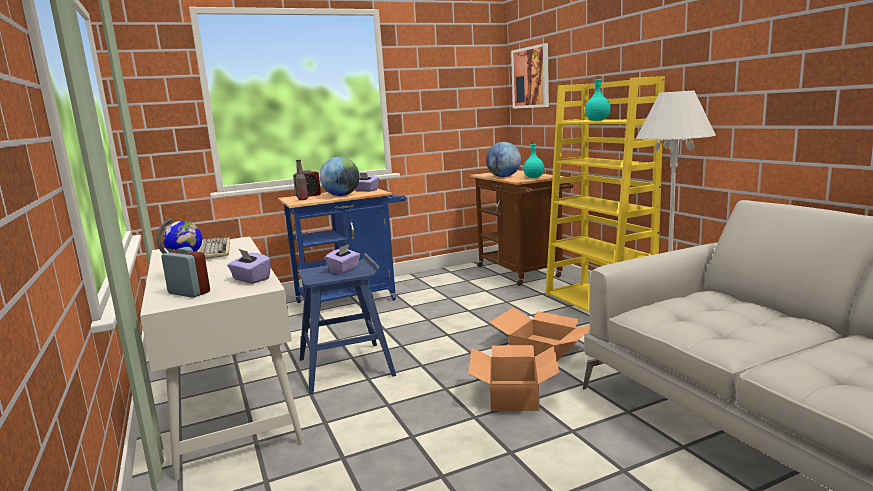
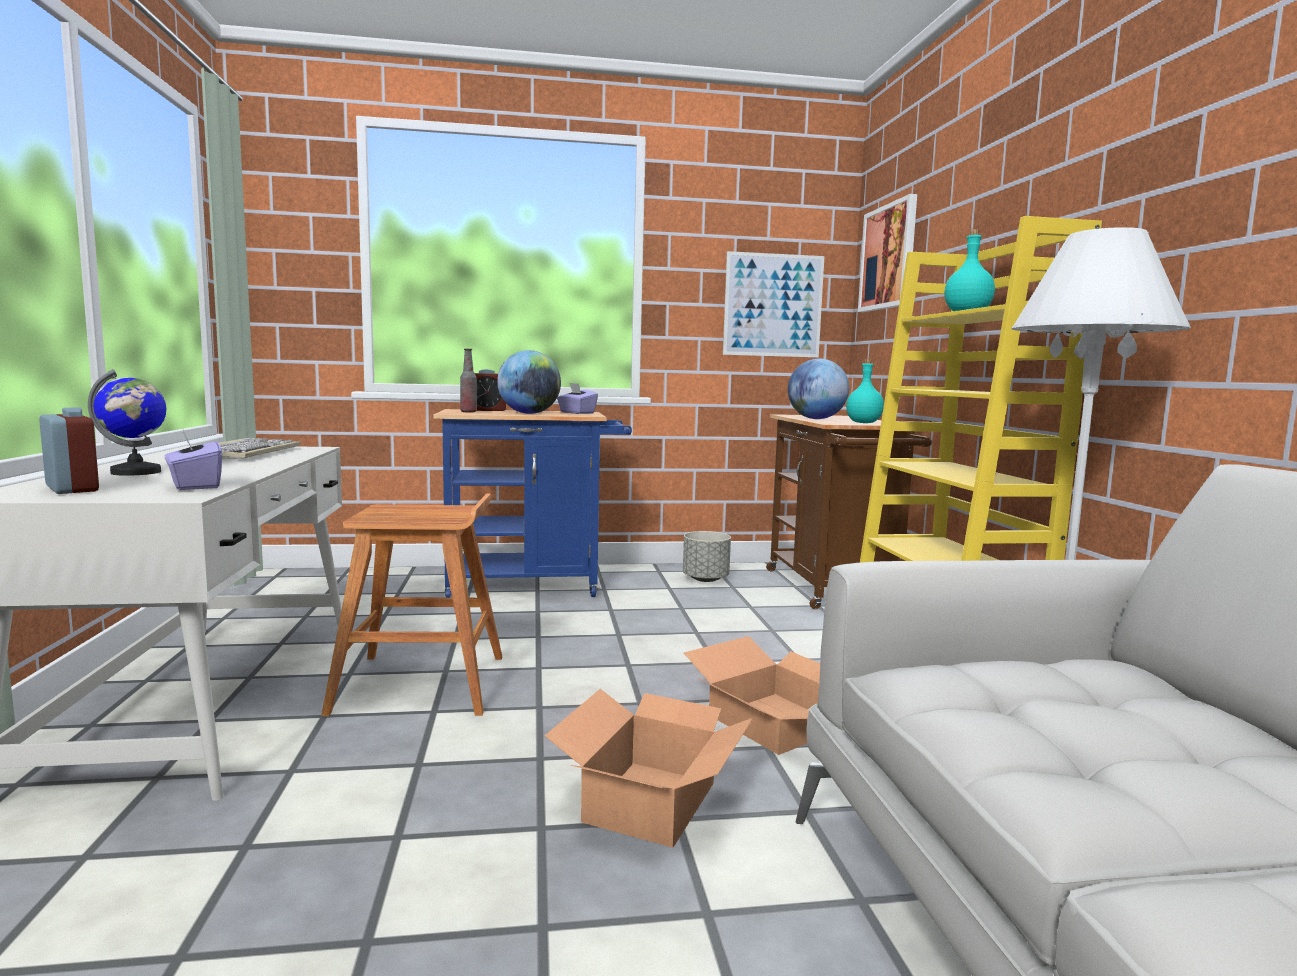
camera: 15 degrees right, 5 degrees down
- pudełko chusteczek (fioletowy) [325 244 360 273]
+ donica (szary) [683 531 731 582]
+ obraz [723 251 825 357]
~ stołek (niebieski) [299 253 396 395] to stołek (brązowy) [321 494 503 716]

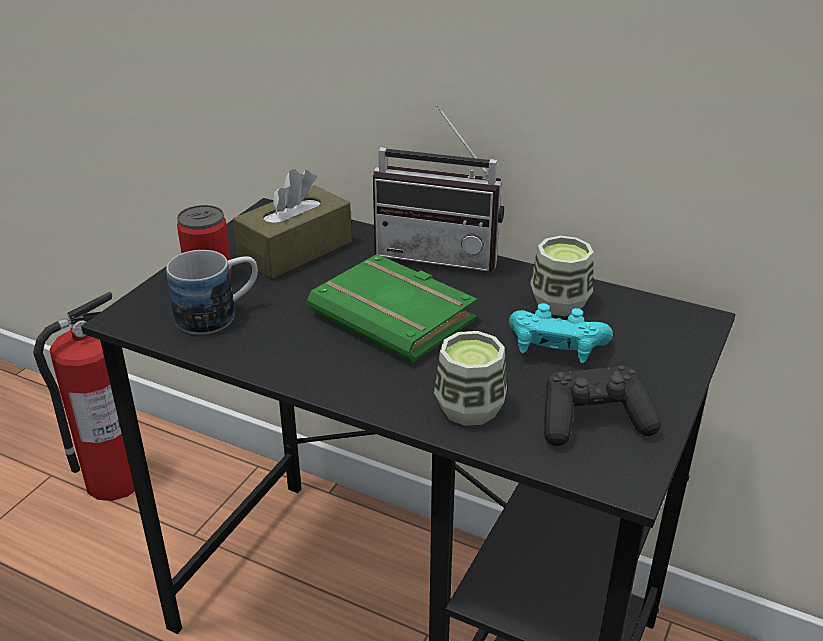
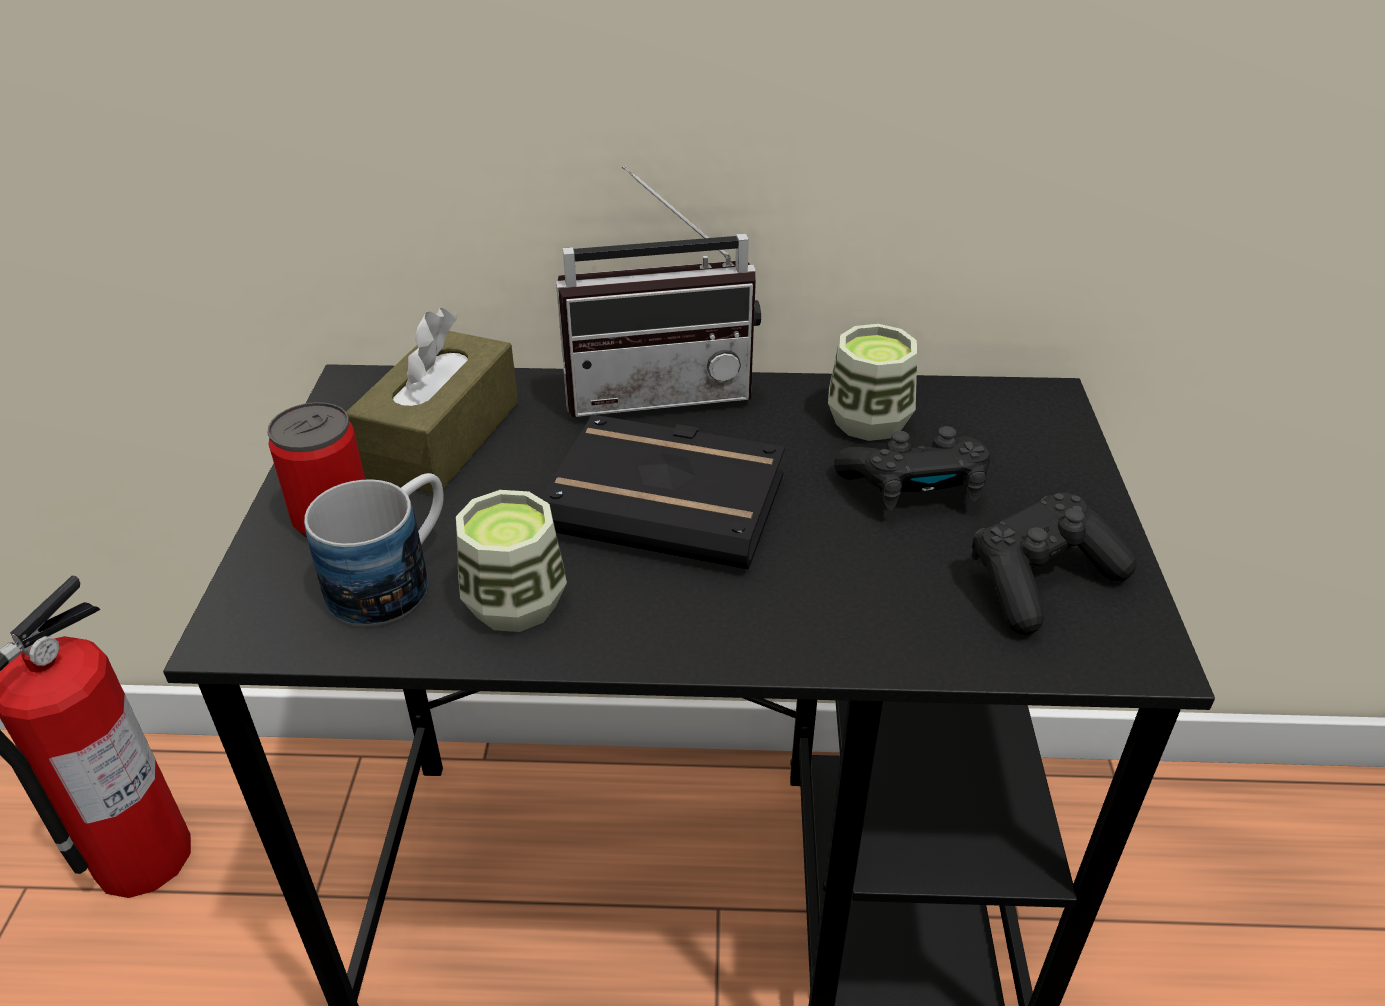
camera: 25 degrees left, 5 degrees up
~ filiżanka [434 331 507 426] to [456 490 567 632]
~ książka (zielony) [307 254 477 363] to książka (czarny) [540 414 785 569]
~ pad do gier (turkusowy) [509 303 613 363] to pad do gier (czarny) [834 426 990 510]

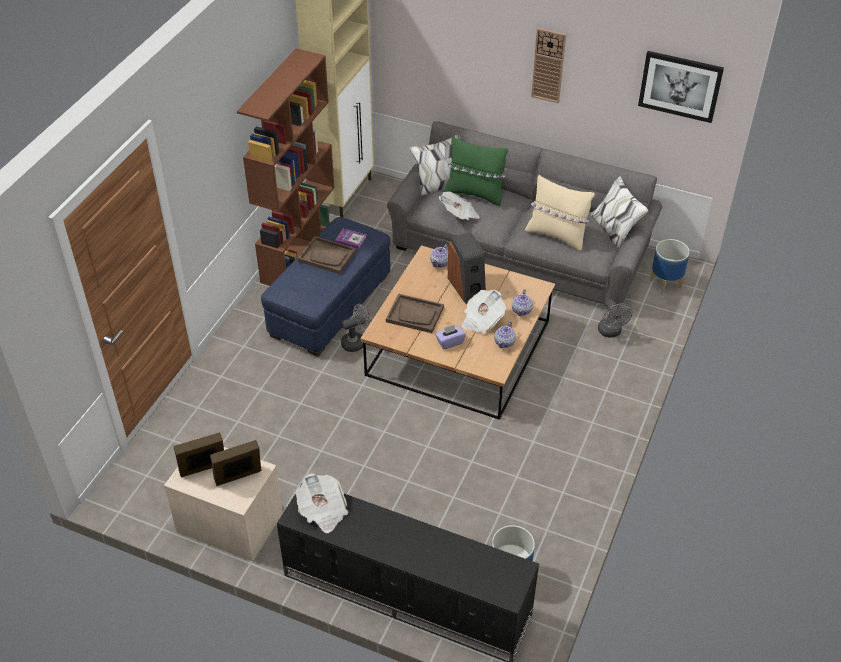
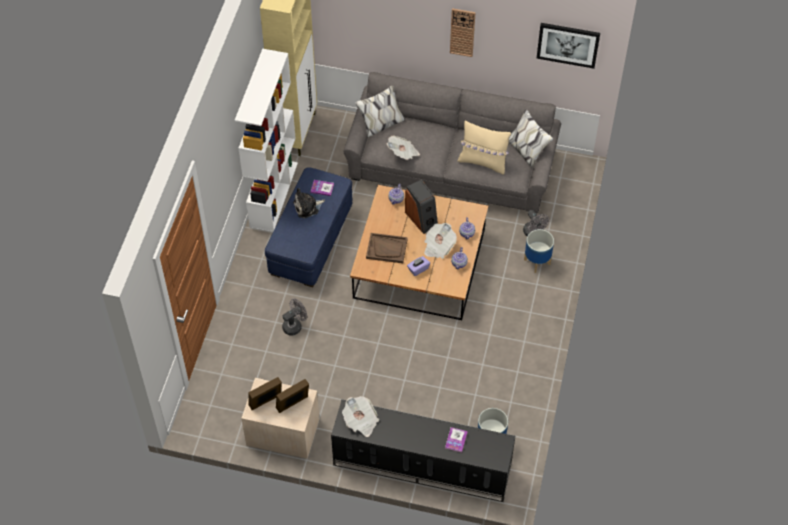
camera: 10 degrees left, 10 degrees up
- poduszka (zielony) [444 136 508 206]
+ książka [445 427 468 452]
~ wentylator (szary) [341 304 372 352] to [282 299 307 336]
~ donica [649 239 690 295] to [524 229 554 273]
~ taca (brązowy) [298 236 356 274] to pluszak [293 188 325 218]
~ regał (brązowy) [237 48 335 286] to regał (biały) [235 49 298 232]

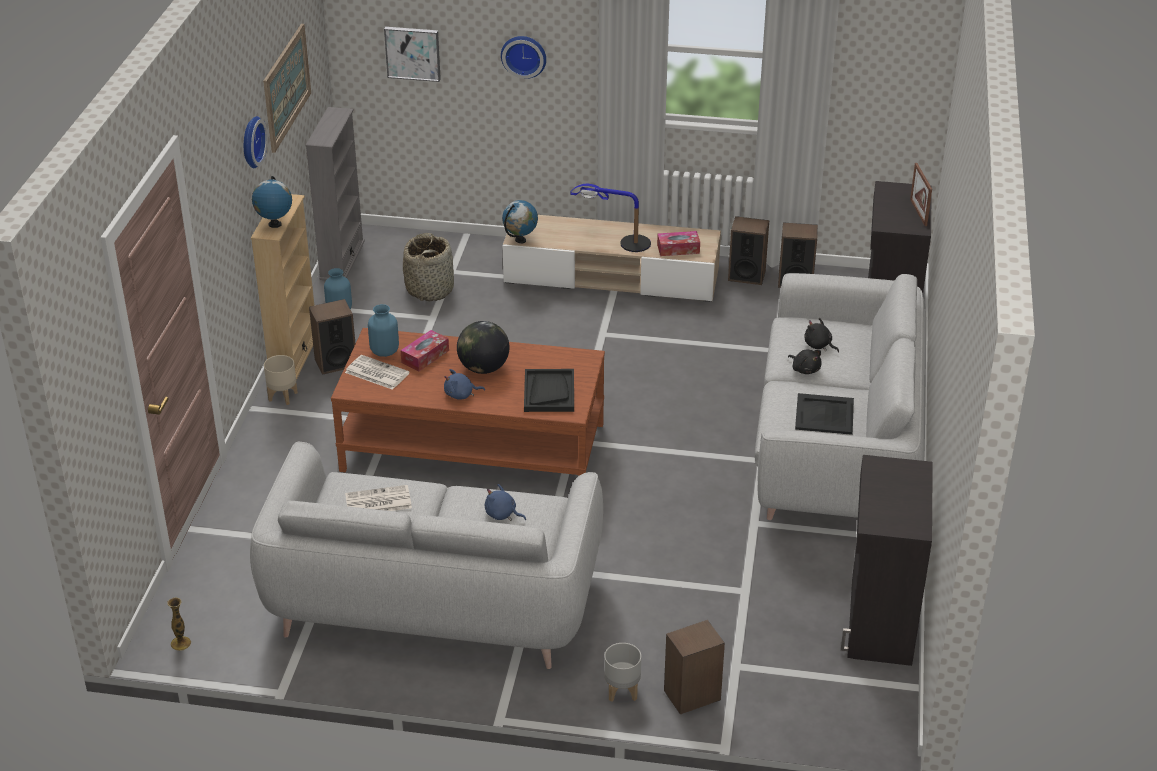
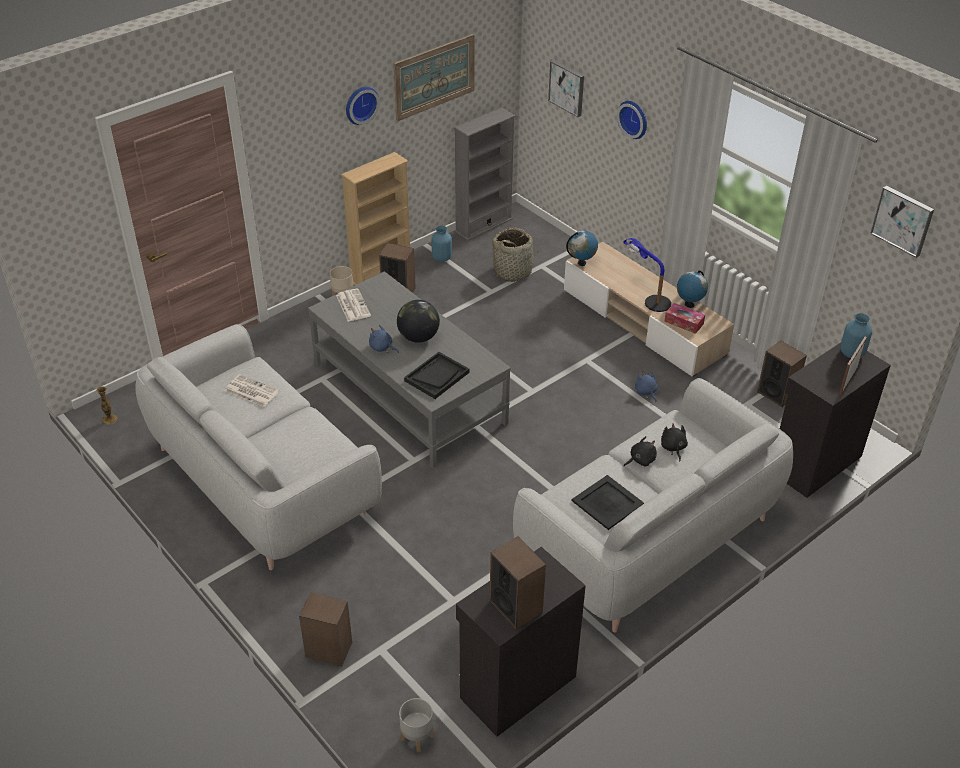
camera: 40 degrees right, 5 degrees up
- pudełko chusteczek [400 330 449 371]
+ obraz [870 186 934 258]
~ globus [252 176 292 228] to [677 270 708 308]
~ wazon (niebieski) [368 304 399 357] to [840 313 872 358]
~ pluszak (niebieski) [485 484 526 521] to [635 371 658 402]
~ donica (szary) [604 643 641 702] to [399 698 434 752]
~ głośnik [728 216 769 285] to [490 536 546 629]
~ ława (brązowy) [331 328 605 476] to ława (szary) [308 271 511 468]
~ pluszak (czarny) [788 349 822 374] = [624 436 657 466] 120 degrees counterclockwise

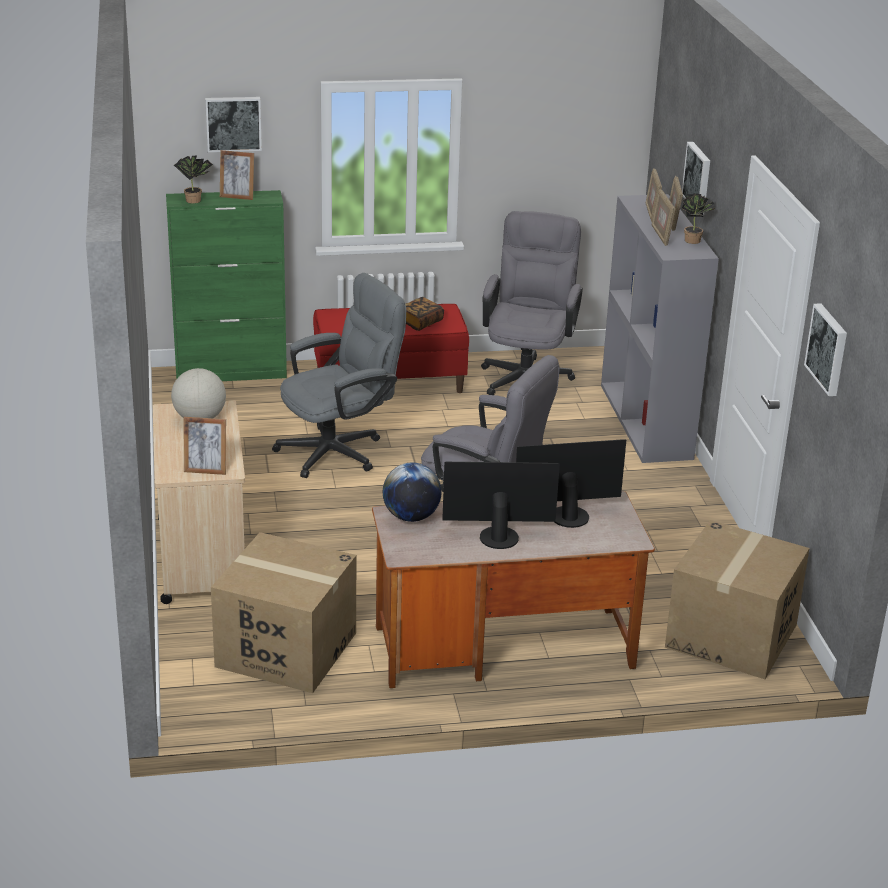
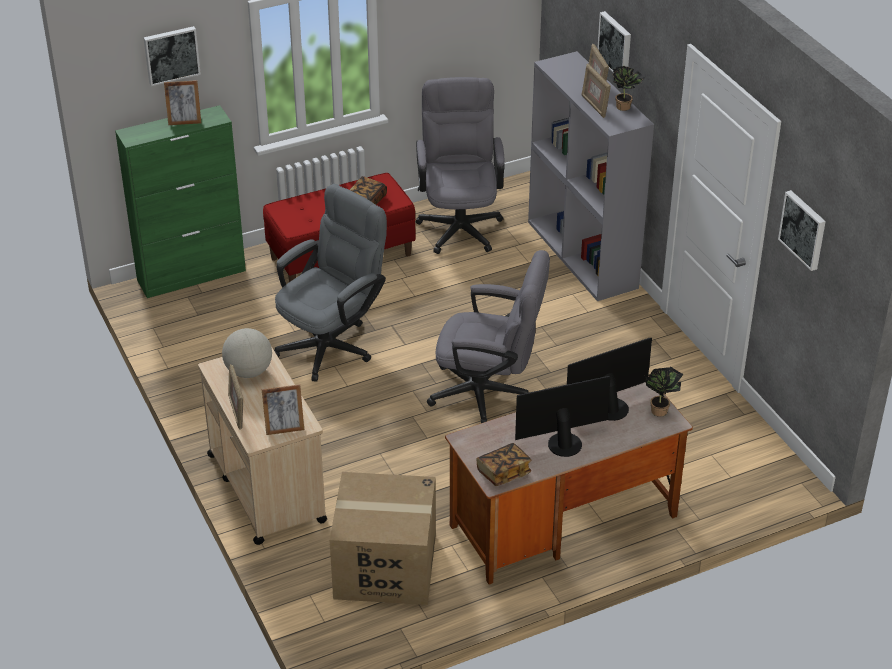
camera: 15 degrees left, 10 degrees up
- globus [383 463 442 522]
- karton [665 520 809 679]
+ książka [476 443 531 486]
~ roślina doniczkowa [174 156 213 204] to [645 367 684 417]
~ ramka na zdjęcie [646 169 662 222] to [228 364 243 430]

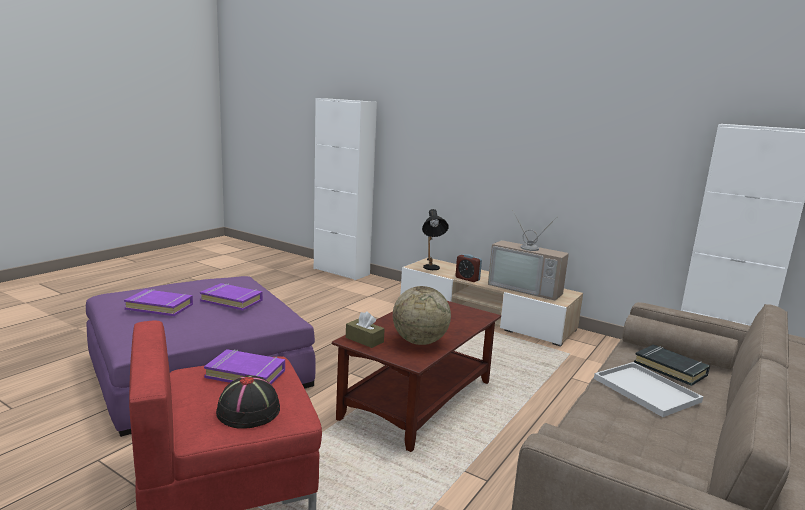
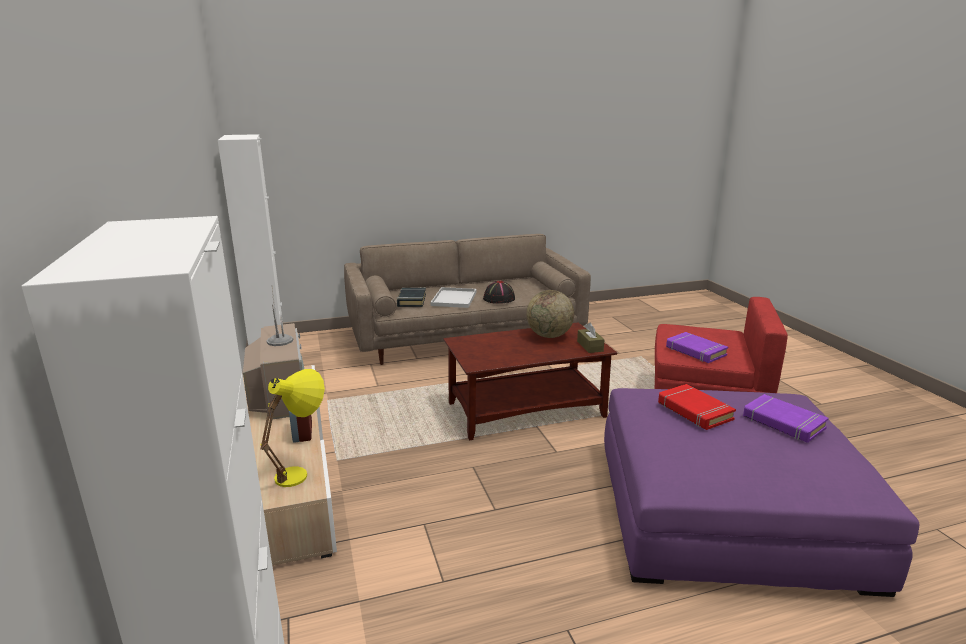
camera: 140 degrees left, 5 degrees up
~ kapelusz (czarny) [216 375 280 429] to [483 281 515 304]
~ książka (fioletowy) [200 283 263 310] to książka (czerwony) [658 384 736 430]
~ lampa stołowa (czarny) [422 209 448 270] to lampa stołowa (żółty) [260 369 325 487]

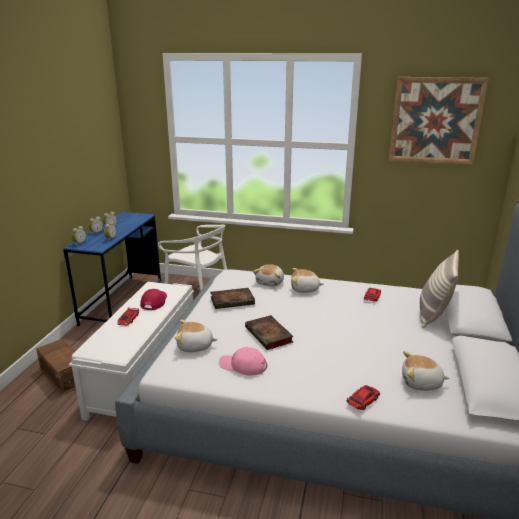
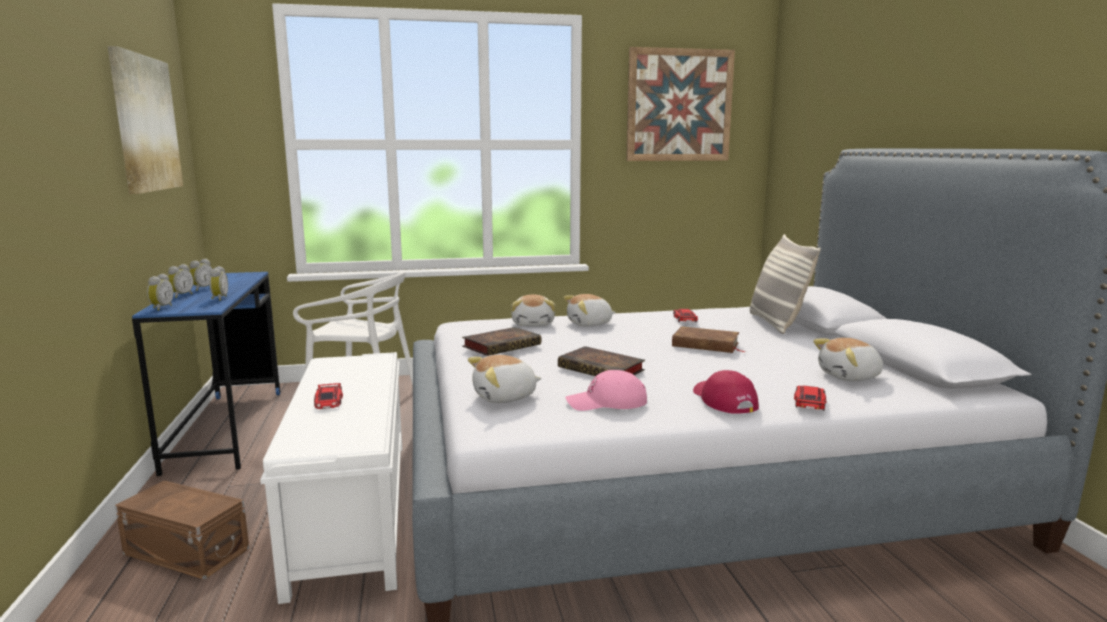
camera: 25 degrees left, 10 degrees down
+ obraz [108 46 183 194]
+ książka (brązowy) [672 326 746 353]
~ czapka z daszkiem (czerwony) [140 289 167 310] to [693 370 759 414]

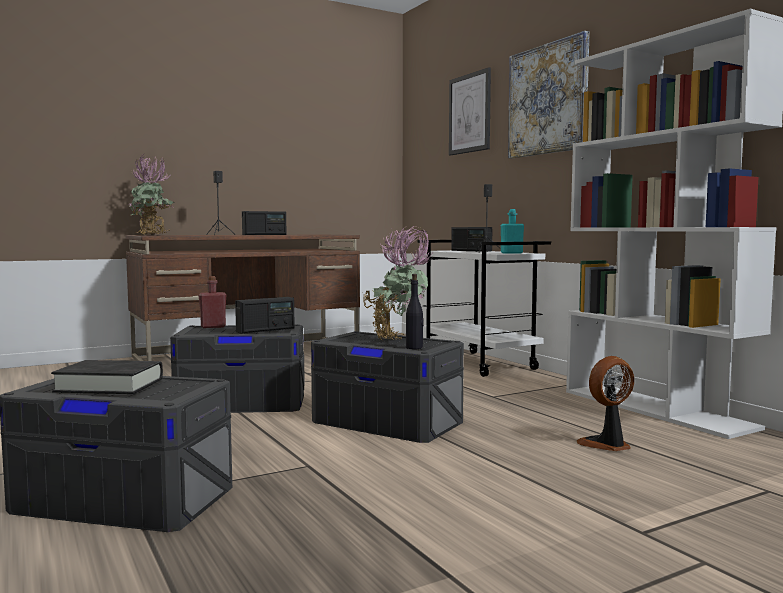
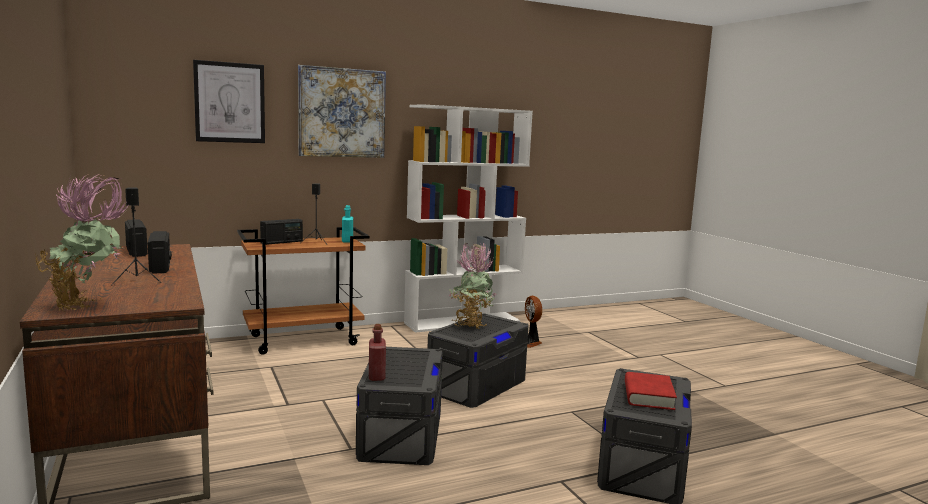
camera: 85 degrees left, 5 degrees up
- butelka (czarny) [406 274 424 349]
~ radio [235 297 295 334] to [125 220 148 257]
~ książka (czarny) [51 360 163 394] to książka (czerwony) [625 372 677 410]
~ wózek (biały) [418 240 551 377] to wózek (brązowy) [237 227 370 355]

